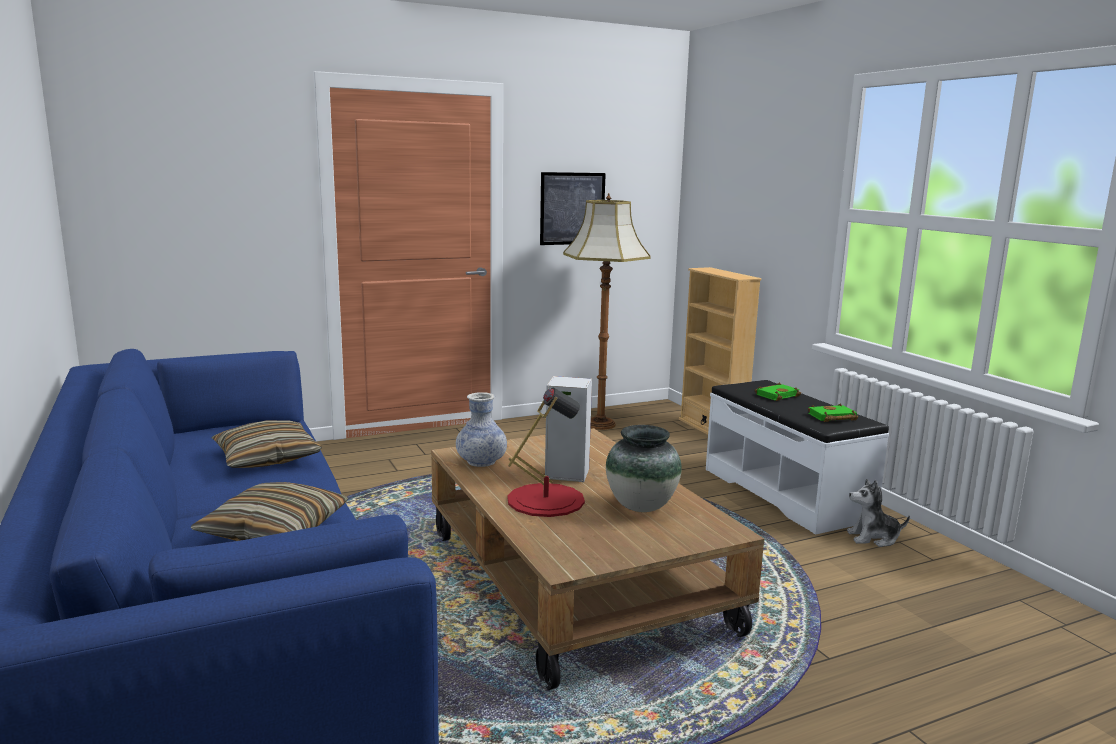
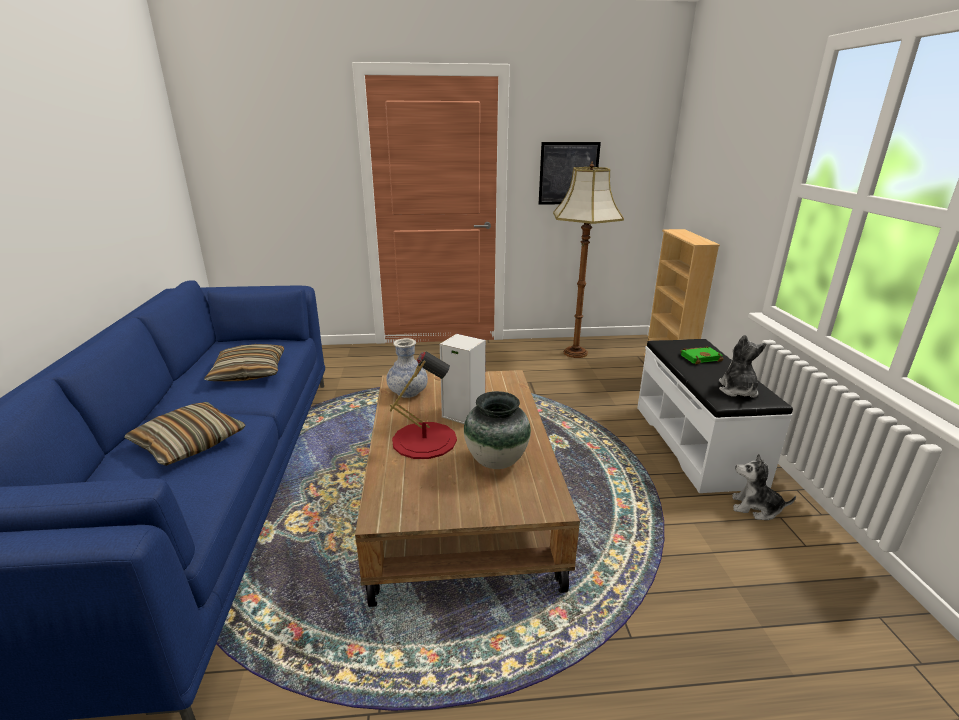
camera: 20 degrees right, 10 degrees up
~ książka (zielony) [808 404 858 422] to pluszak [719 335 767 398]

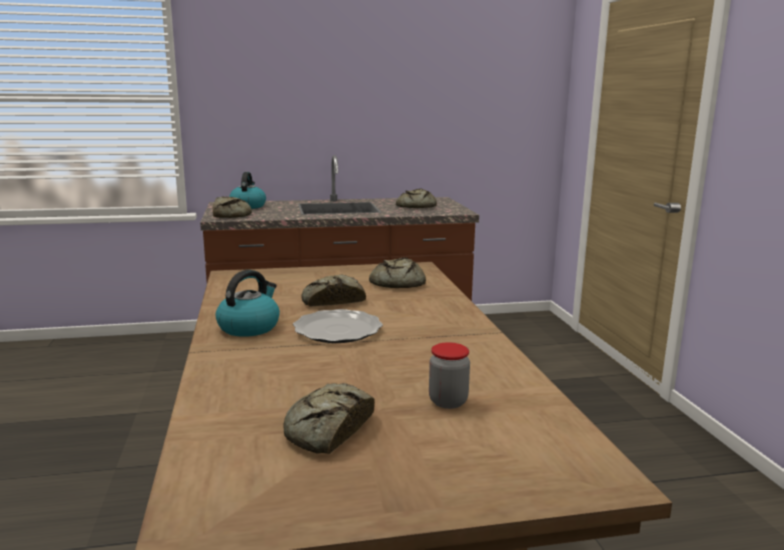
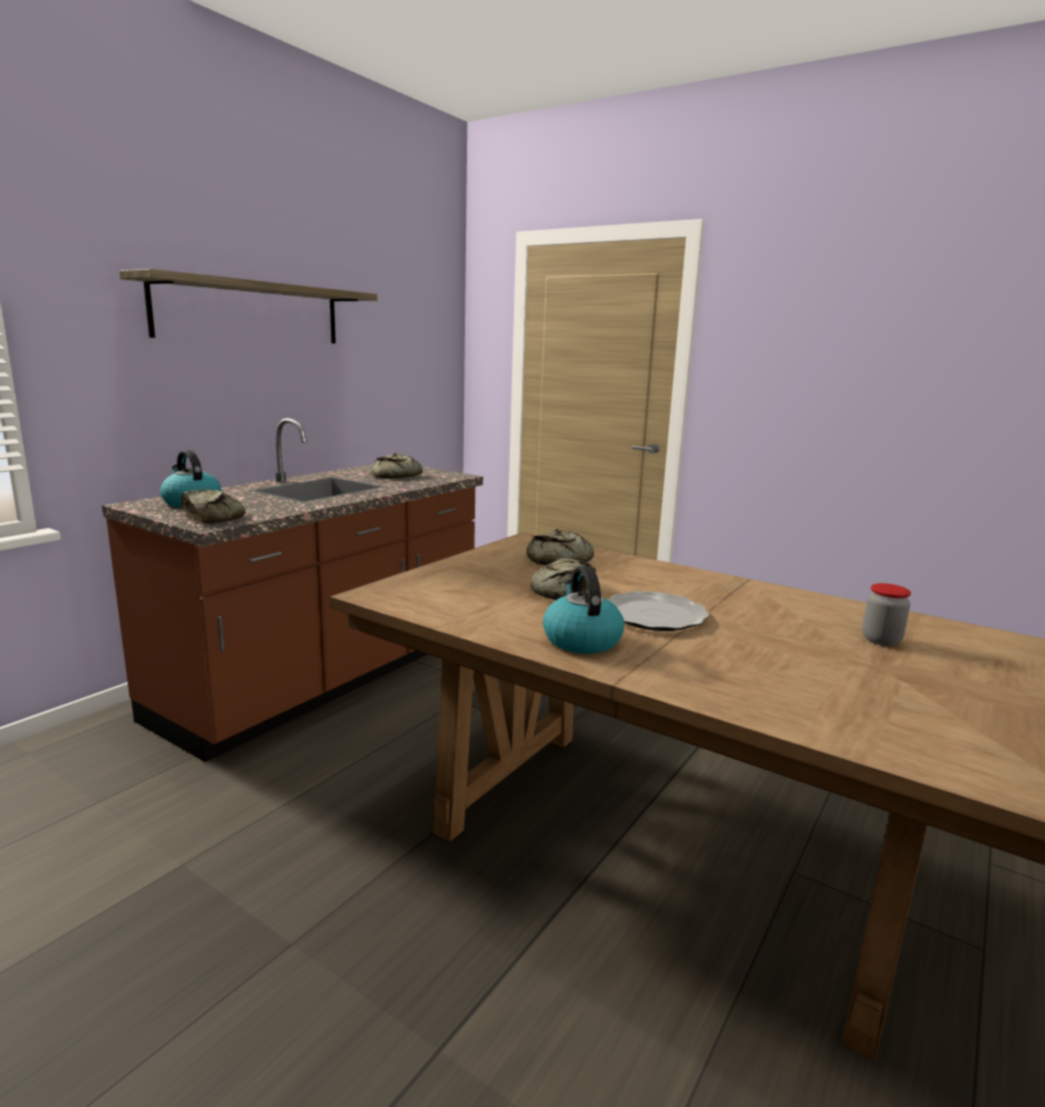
camera: 45 degrees left, 0 degrees up
- chleb [283 383 375 454]
+ półka [119 269 377 344]

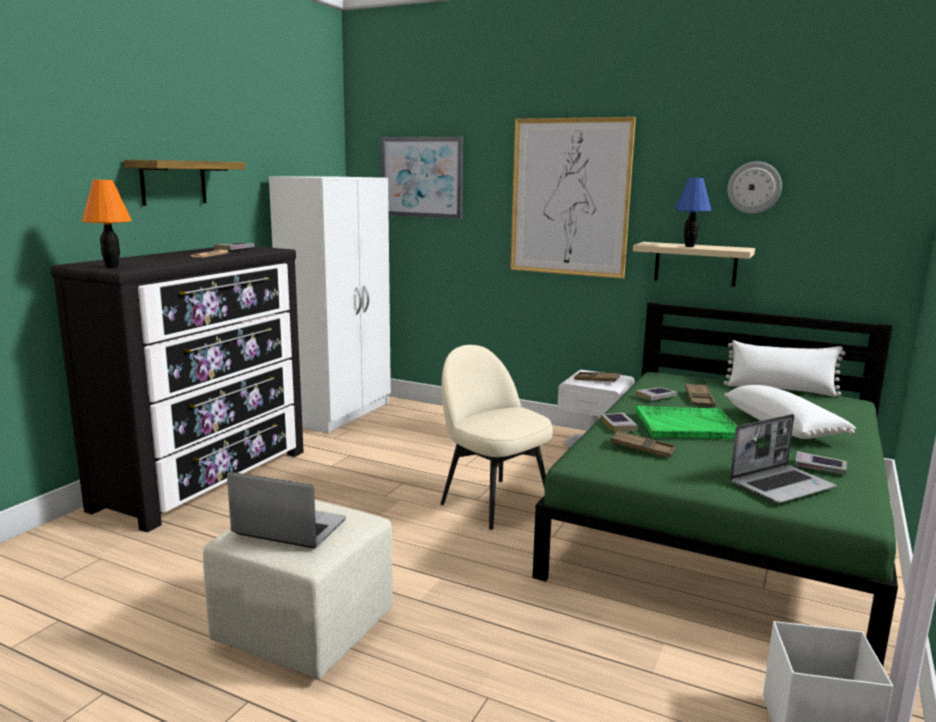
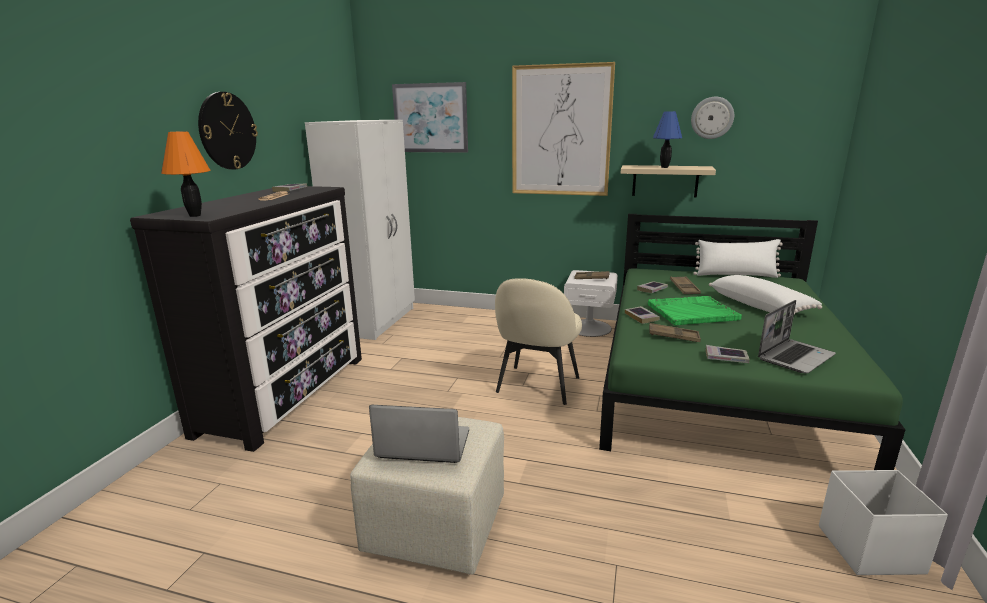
camera: 10 degrees left, 5 degrees up
~ książka [795 451 847 475] to [706 345 750 363]
~ półka [124 160 245 206] to zegar ścienny [198 92 258 170]
~ krzesło (beżowy) [440 345 553 530] = [495 278 582 405] 105 degrees counterclockwise

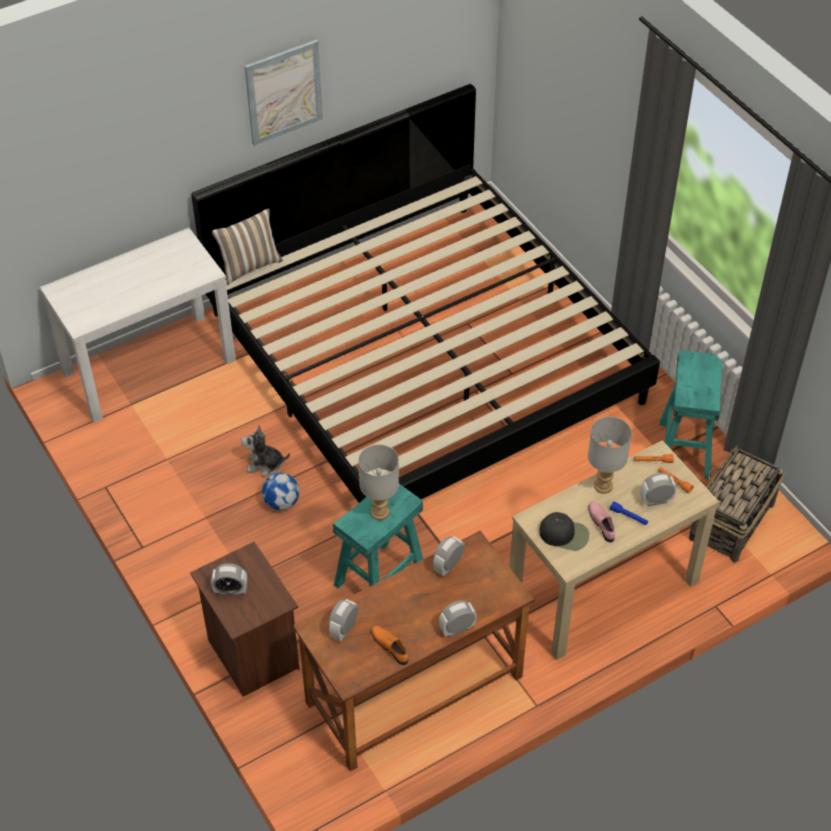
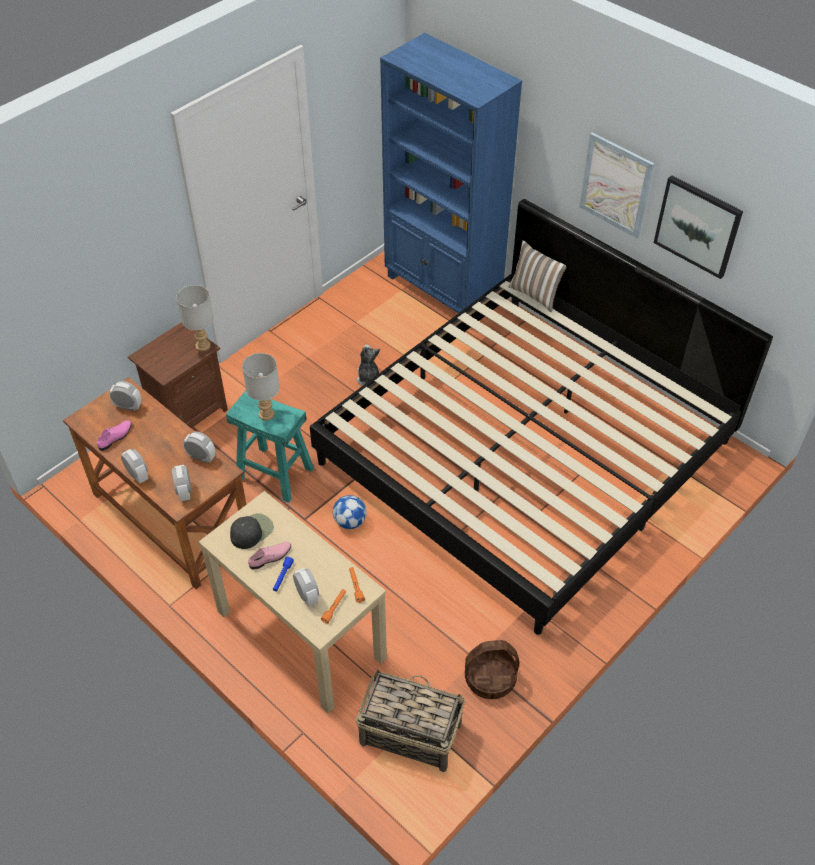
camera: 75 degrees right, 0 degrees up
+ obraz [654 175 743 279]
~ budzik [211 563 247 595] to [172 465 191 501]
~ piłka futbolowa [262 473 300 510] to [333 495 367 529]
~ lampa stołowa (szary) [588 417 632 494] to [176 285 214 351]
~ stolik konsolowy (biały) [40 228 236 422] to regał (niebieski) [380 33 522 313]
~ stołek (turkusowy) [660 350 723 480] to koszyk [465 640 519 699]
~ but (pomarańczowy) [371 626 408 665] to but (różowy) [97 420 132 451]
~ czapka z daszkiem (czarny) [540 512 589 550] = [230 513 274 549] 135 degrees counterclockwise

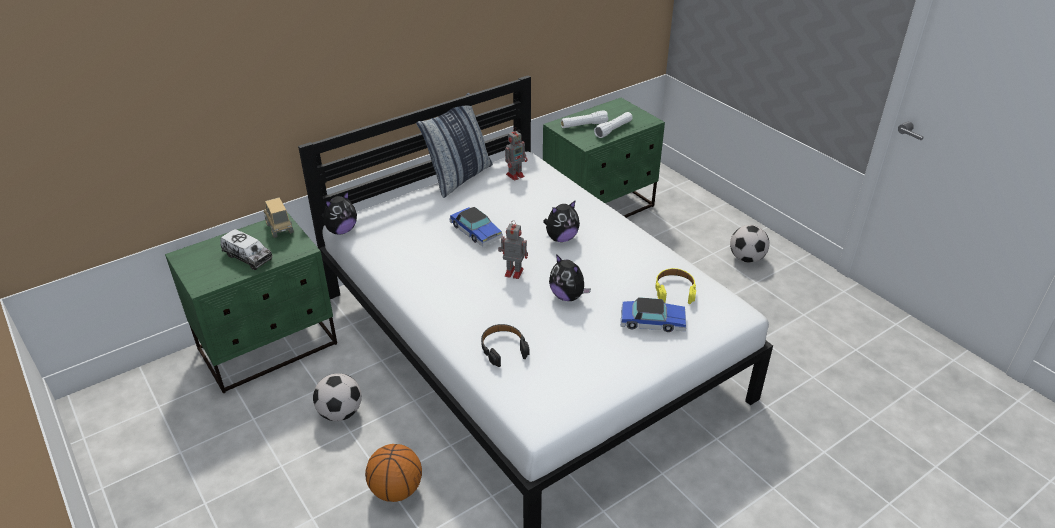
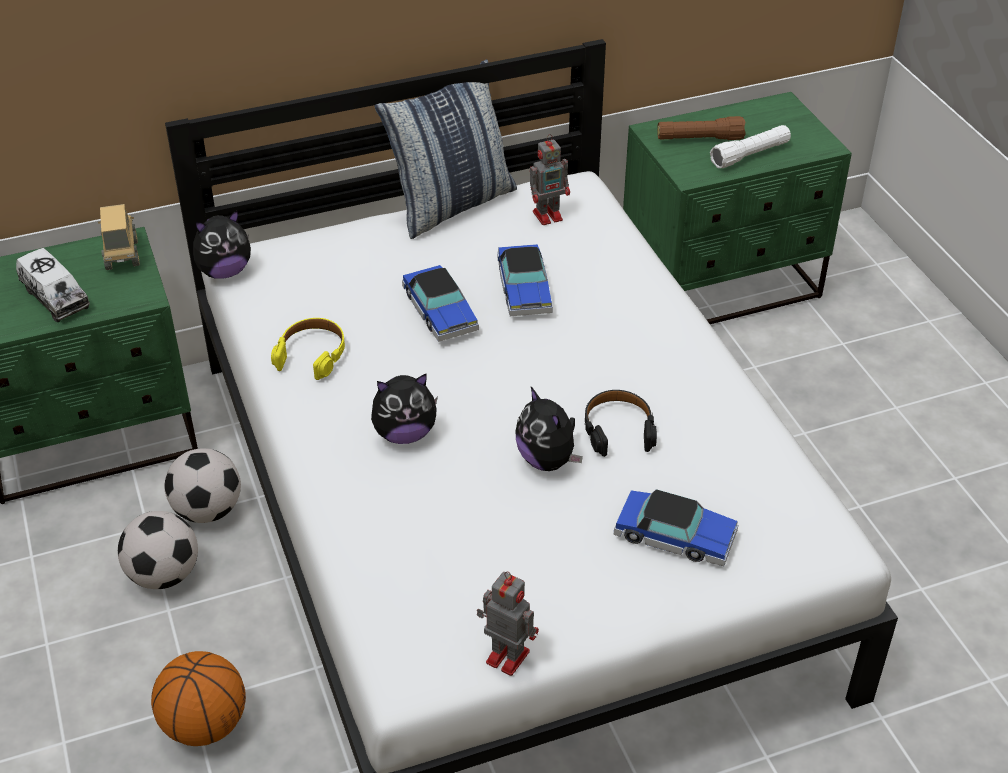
camera: 15 degrees right, 5 degrees up
+ samochodzik [498 244 553 316]
~ słuchawki (czarny) [481 324 530 367] to [585 390 657 457]
~ robot zabawkowy [498 220 528 279] to [477 572 539 676]
~ pluszak [543 200 580 242] to [371 373 438 444]
~ słuchawki (żółty) [655 268 696 304] to [271 318 345 380]
~ piłka futbolowa [730 225 770 263] to [164 448 241 523]
~ latarka (biały) [561 110 608 128] to latarka (brązowy) [657 116 746 140]

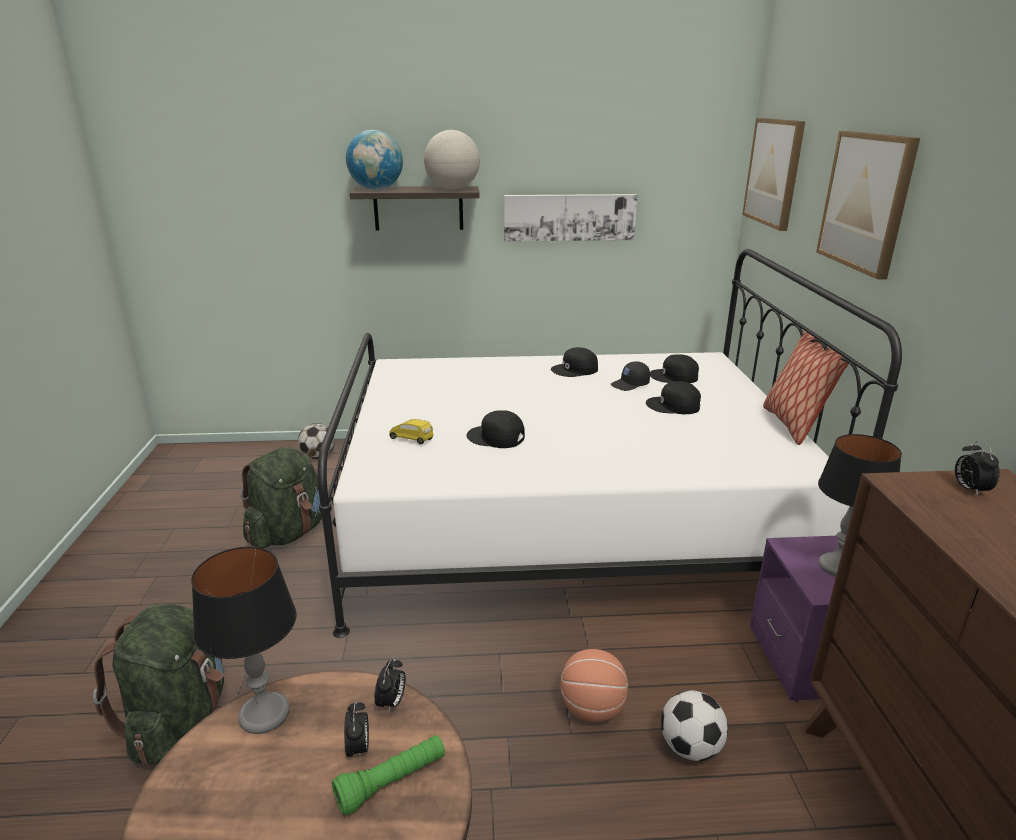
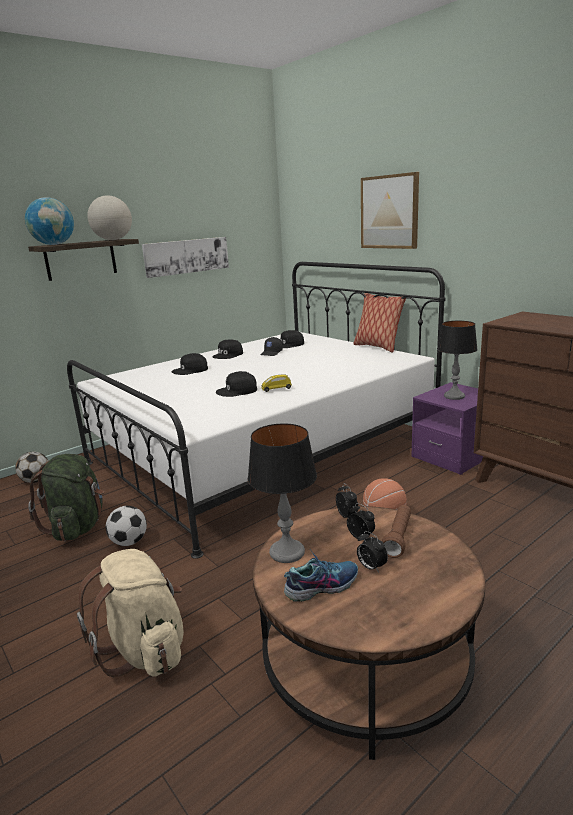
camera: 35 degrees left, 5 degrees down
- obraz [742 118 805 231]
+ but [284 551 358 602]
~ samochodzik (żółty) [389 419 434 445] to [261 375 292 392]
~ czapka z daszkiem (czarny) [646 381 701 414] to [172 353 208 375]
~ piłka futbolowa [661 690 728 761] to [106 506 147 546]
~ budzik [955 440 1000 497] to [357 531 388 573]
~ plecak (zielony) [93 604 225 765] to plecak (beżowy) [77 549 184 677]
~ latarka (zielony) [332 735 445 815] to latarka (brązowy) [382 505 411 558]

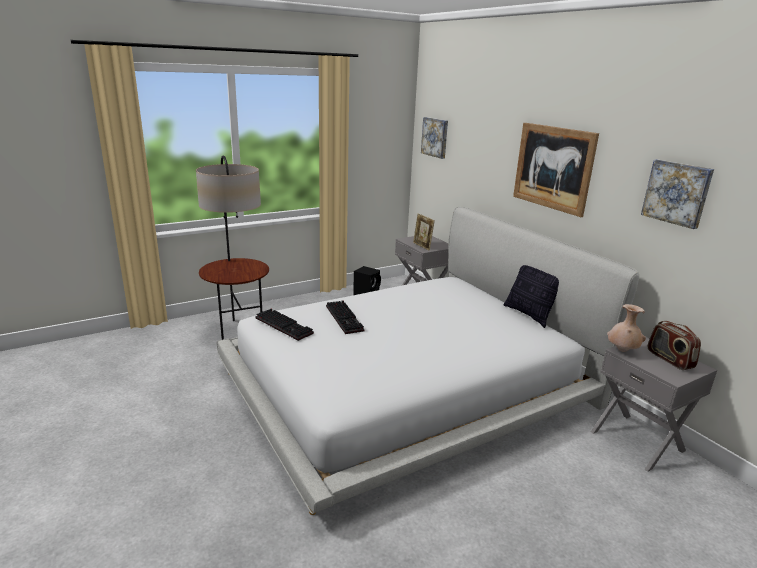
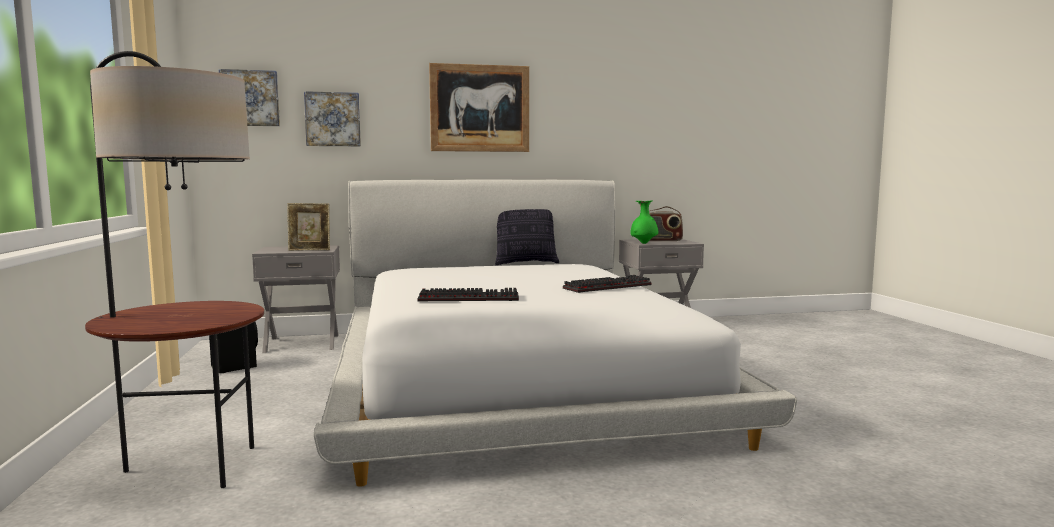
camera: 70 degrees left, 15 degrees down
~ klawiatura [255 309 314 341] to [563 275 652 293]
~ obraz [641 159 714 229] to [304 91 361 146]
~ wazon (beżowy) [607 304 646 352] to wazon (zielony) [630 201 658 244]

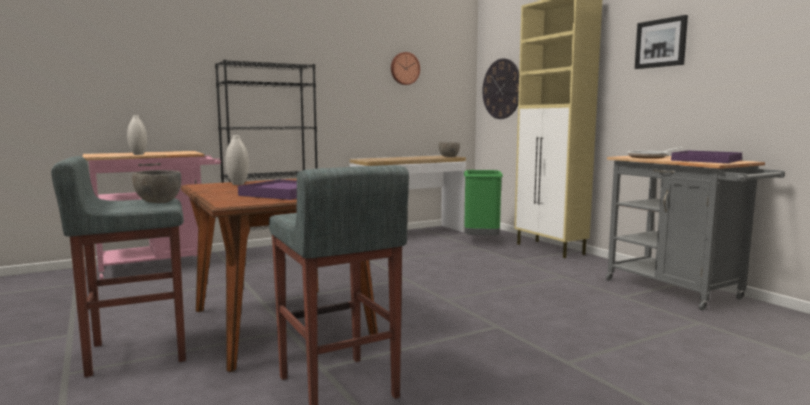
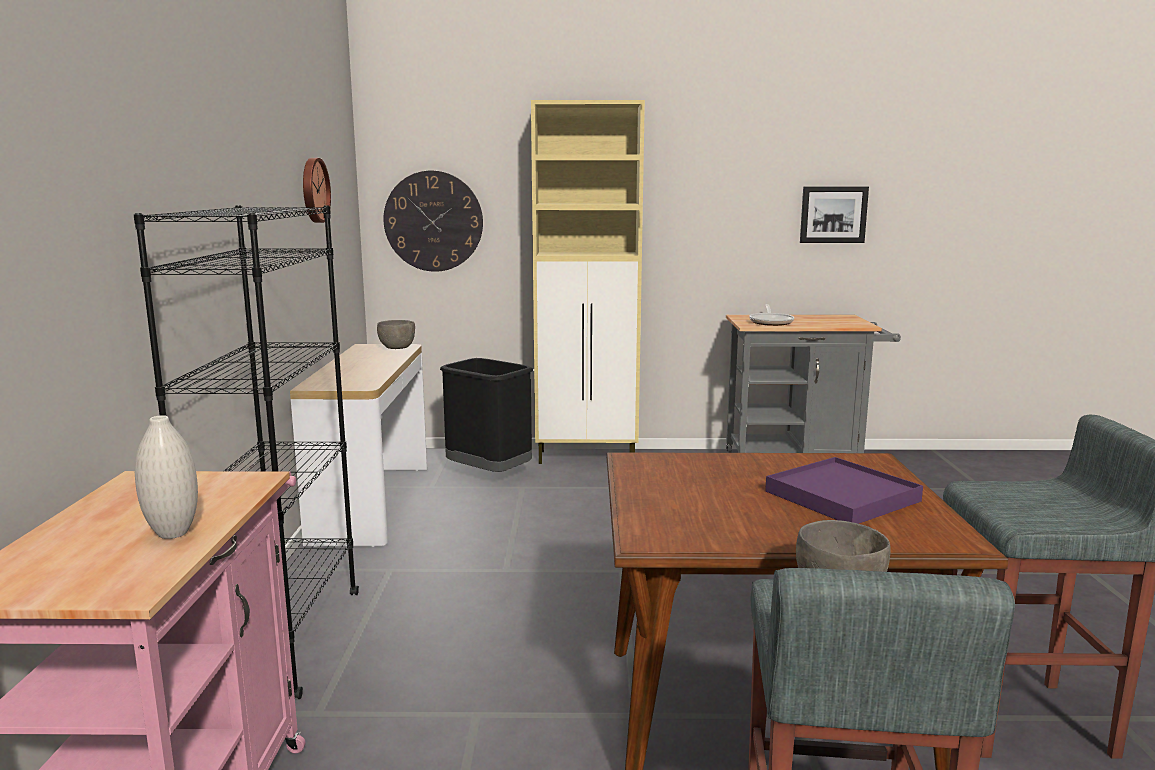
camera: 60 degrees left, 5 degrees up
- wazon (biały) [226 135 249 185]
- taca (fioletowy) [671 150 742 163]
~ obraz [635 15 688 69] to [800 186 869 243]
~ kosz na śmieci (zielony) [464 170 503 235] to kosz na śmieci (czarny) [440 358 533 472]

